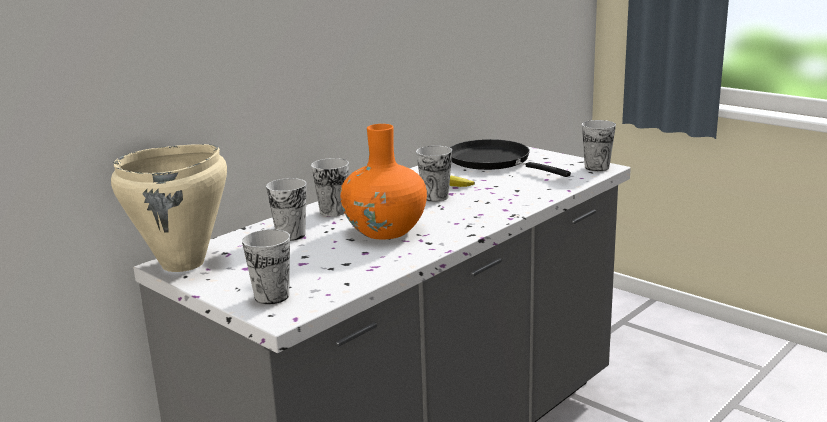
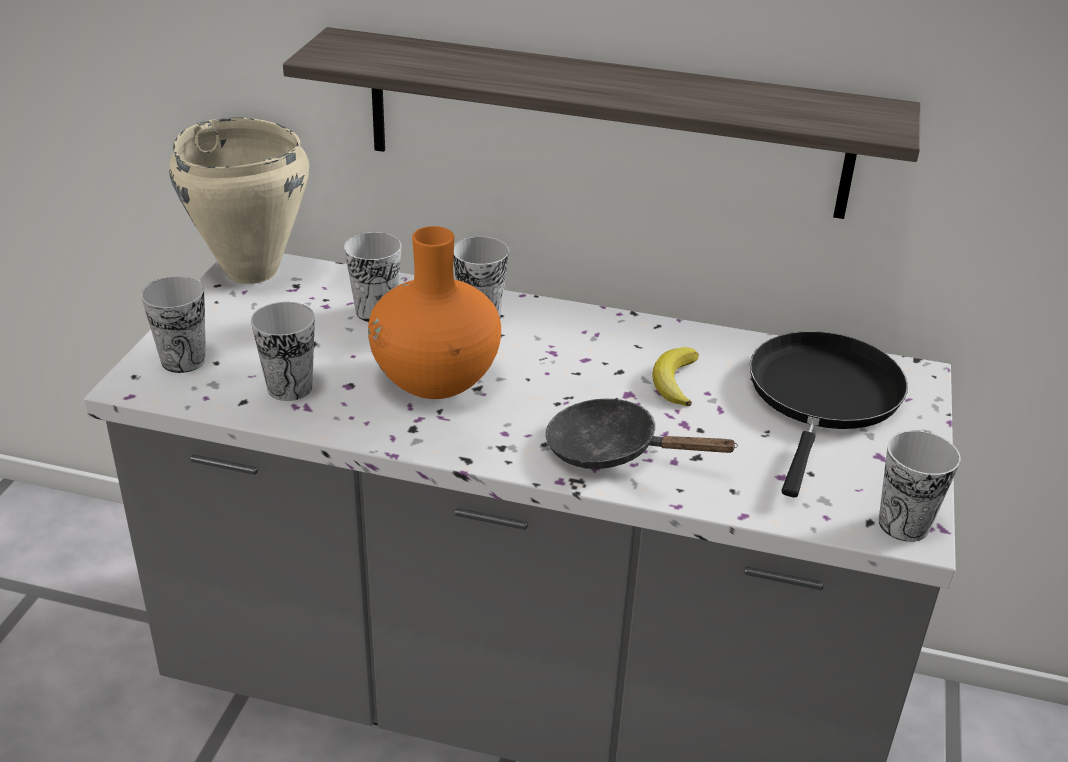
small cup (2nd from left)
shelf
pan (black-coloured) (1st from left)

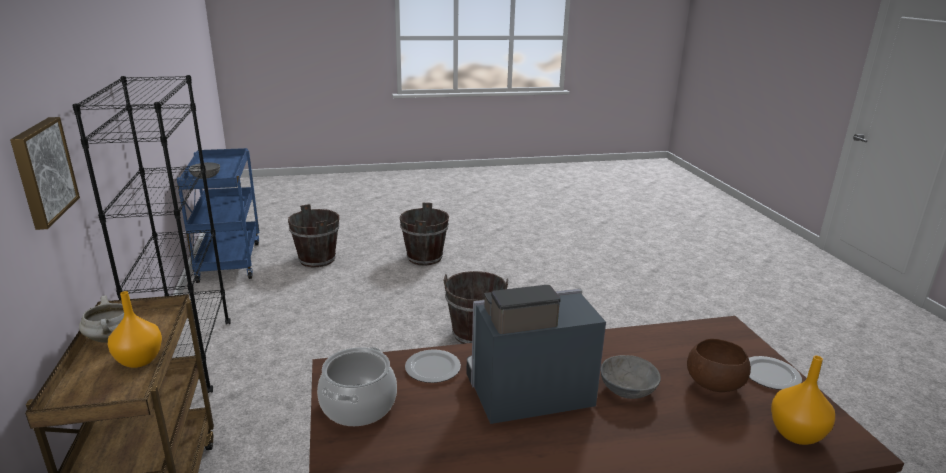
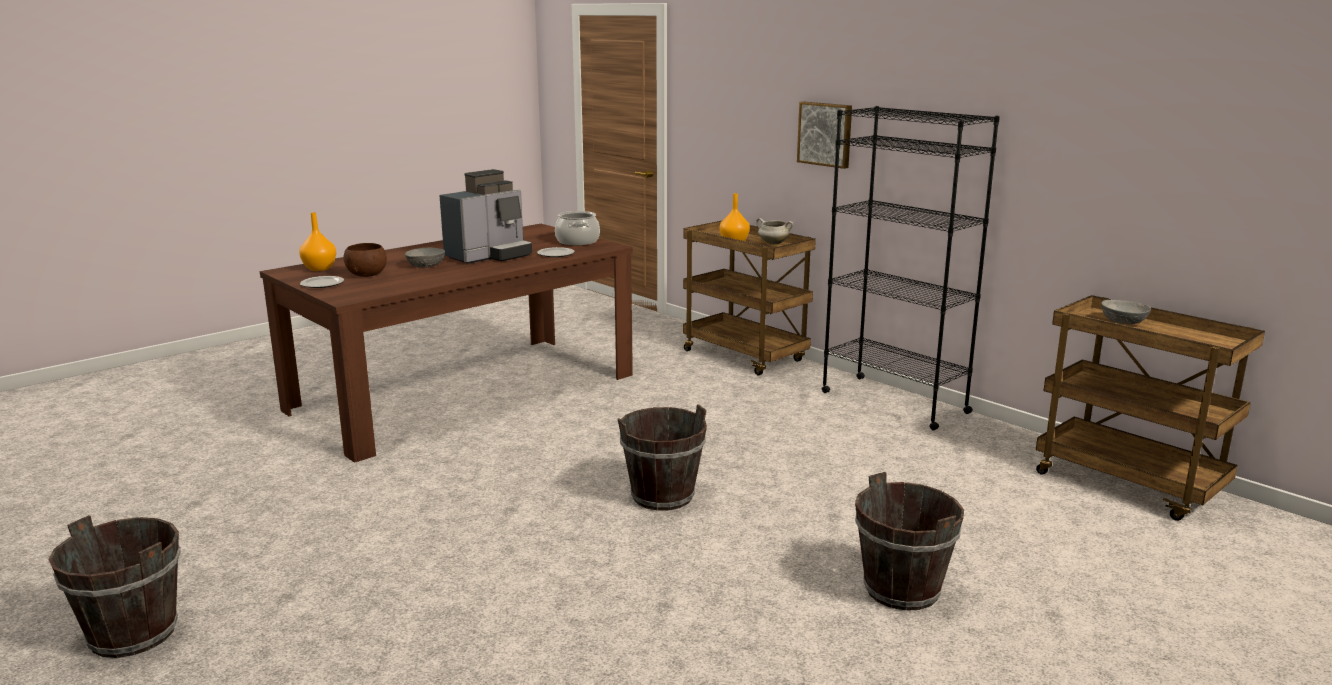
trolley (brown-coloured) (2nd from left)
bucket (brown-coloured) (1st from left)

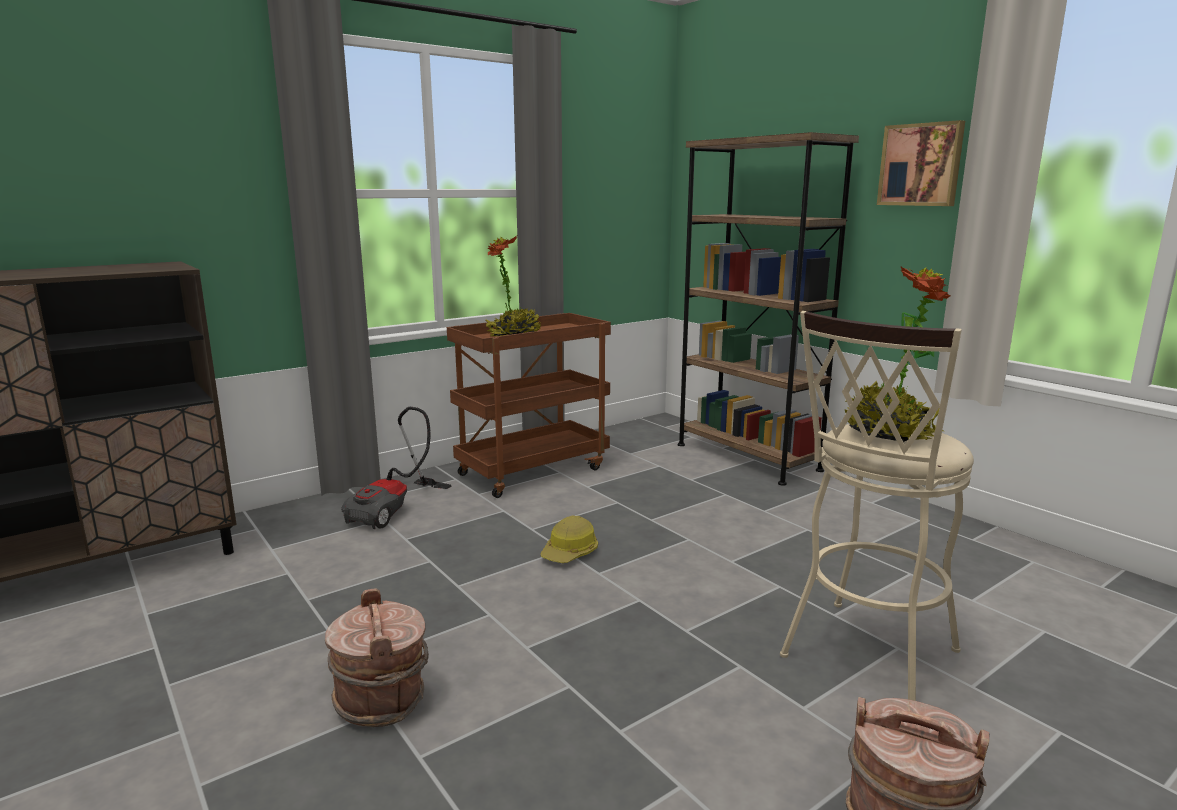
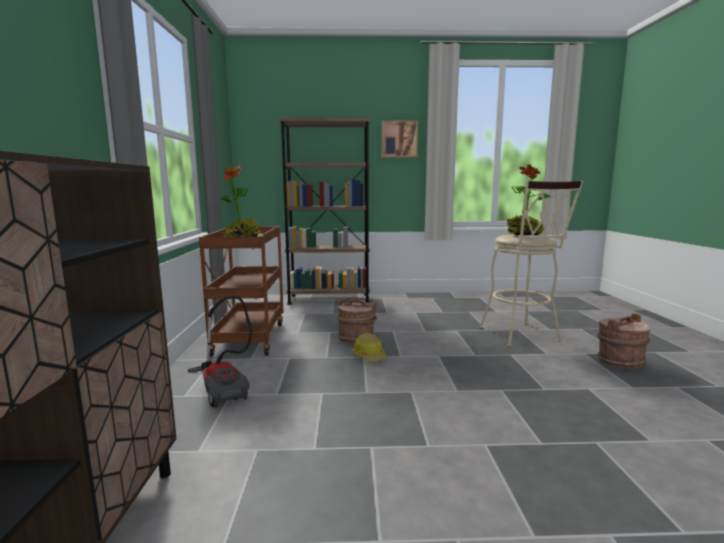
bucket (brown-coloured) (1st from left)

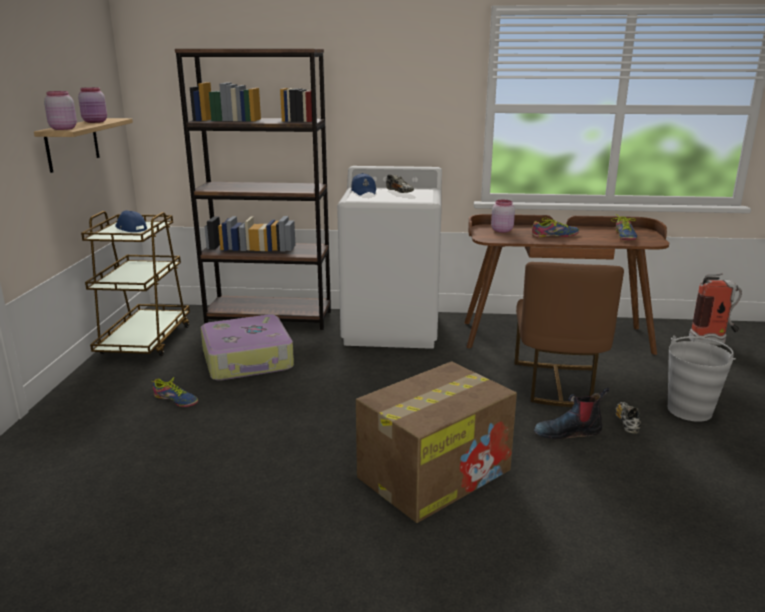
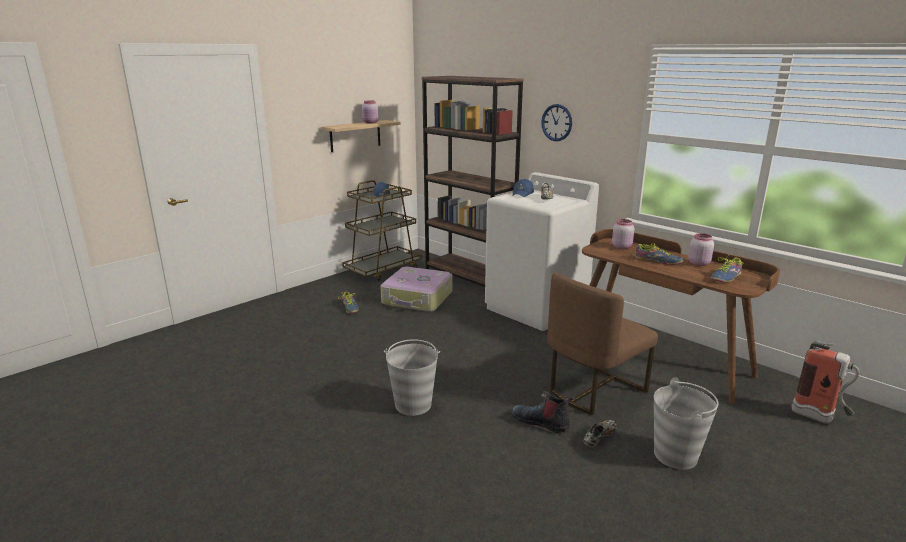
preserve jar (pinkish) (3rd from left)
bucket (gray) (1st from left)
wall clock

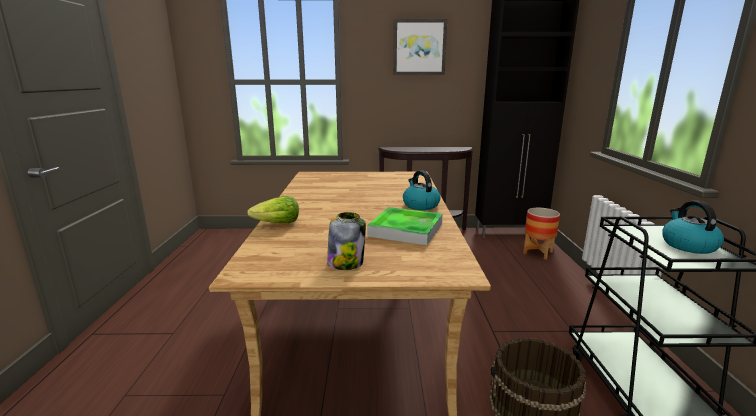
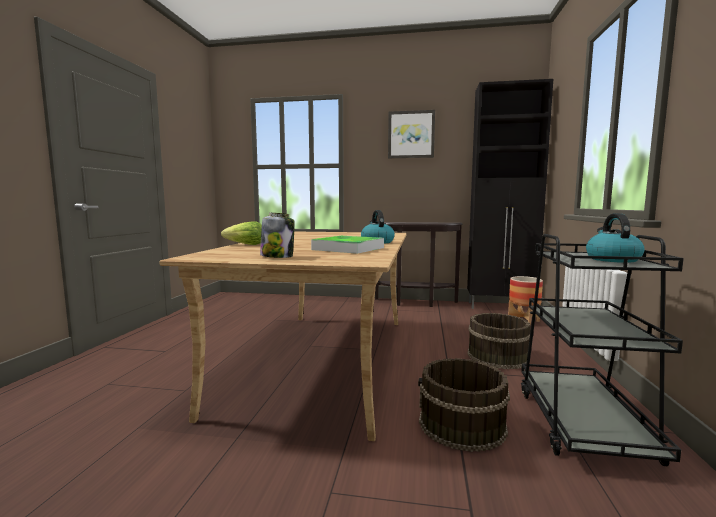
bucket (brown-coloured) (2nd from left)

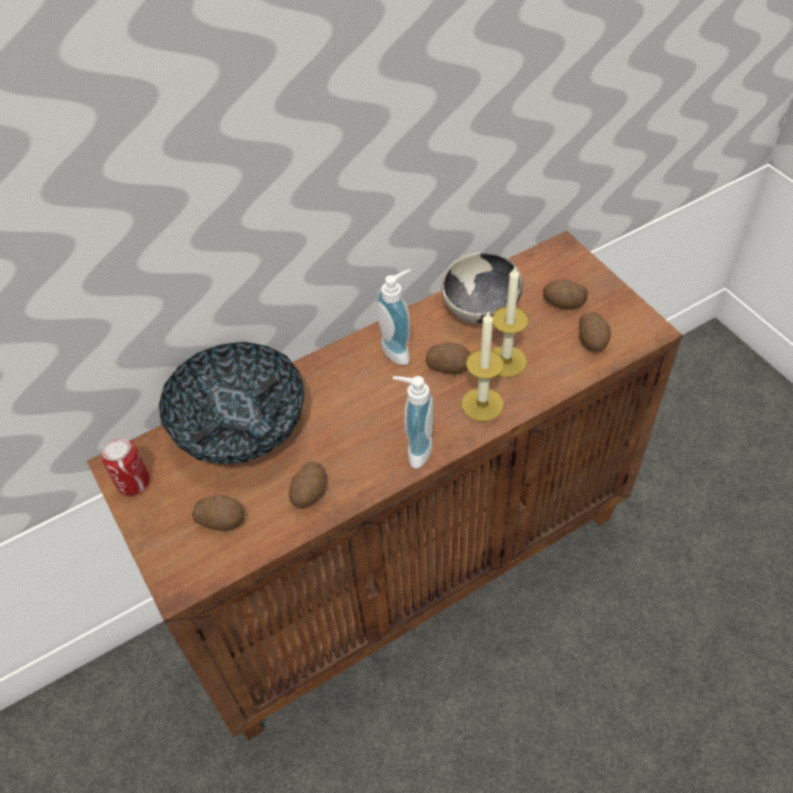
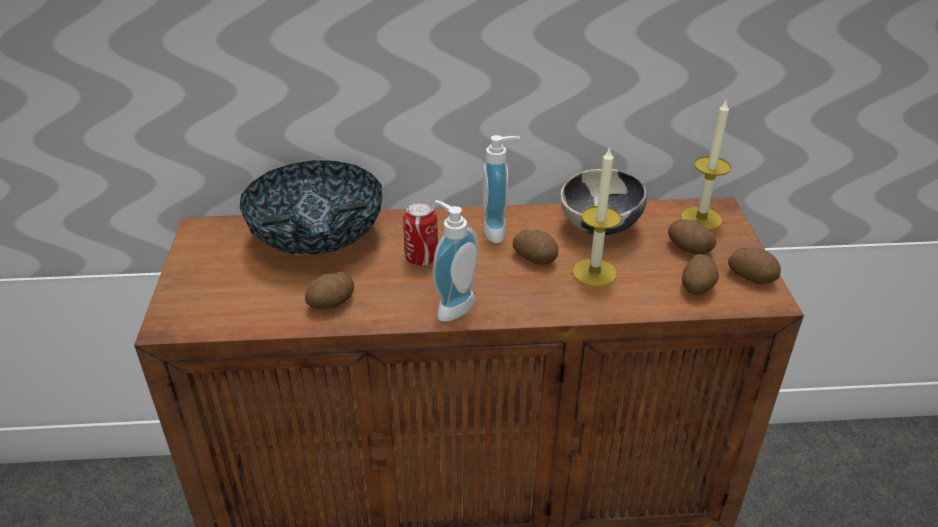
sealed can
potato (5th from left)
wax light (2nd from left)

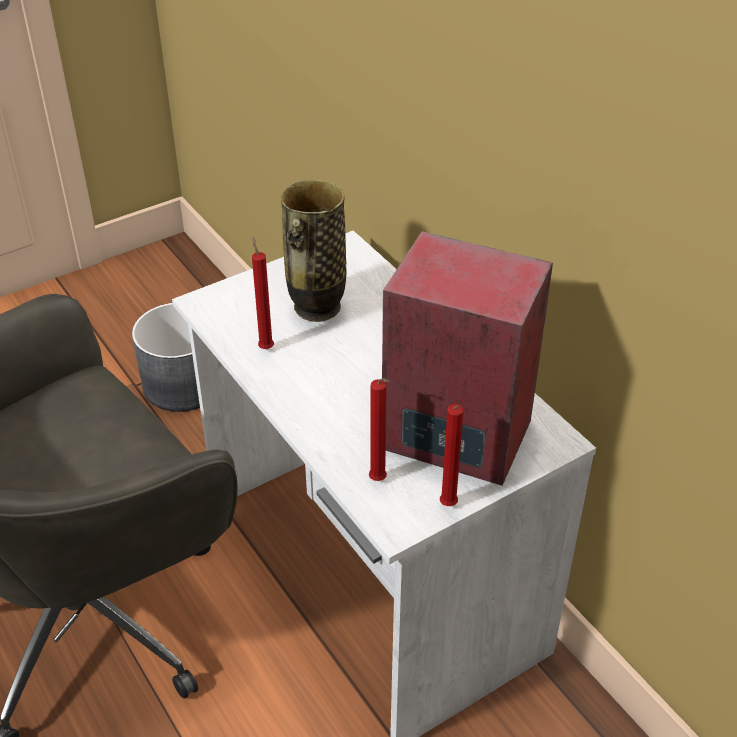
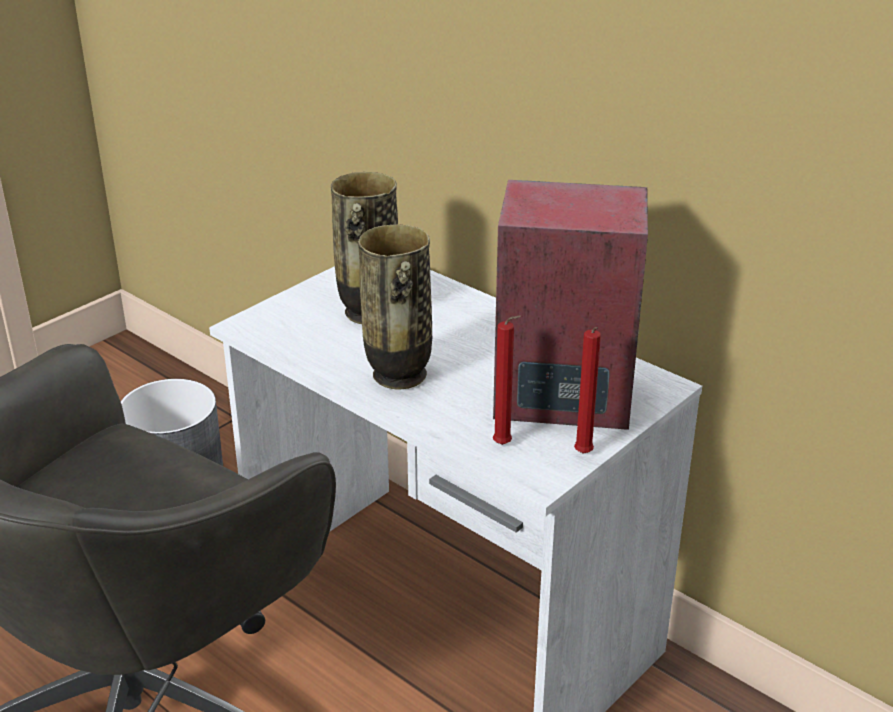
wax light (red) (1st from left in the first image)
flower vase (2nd from left)

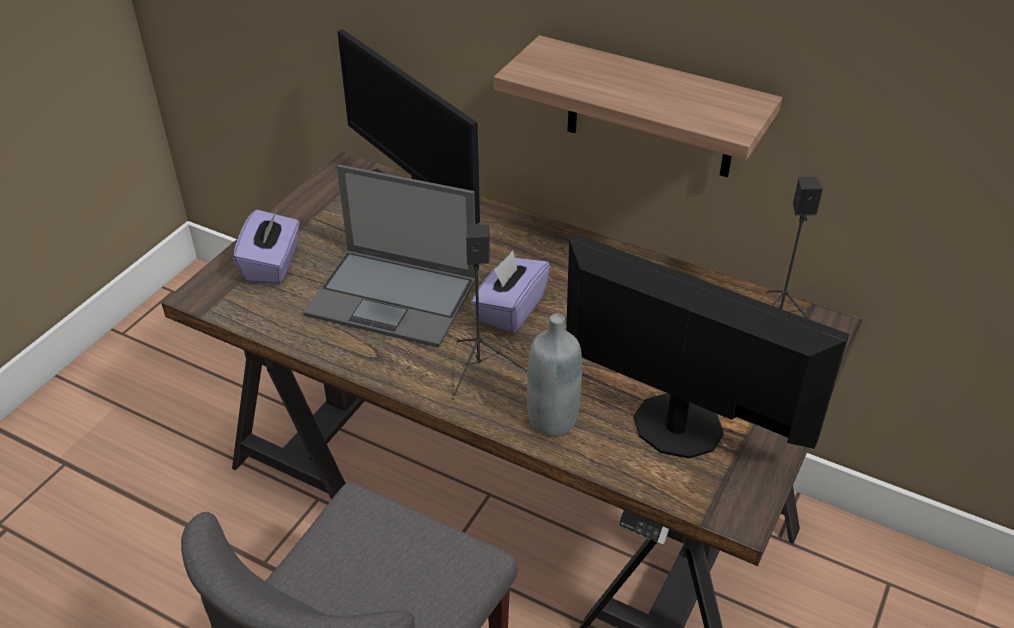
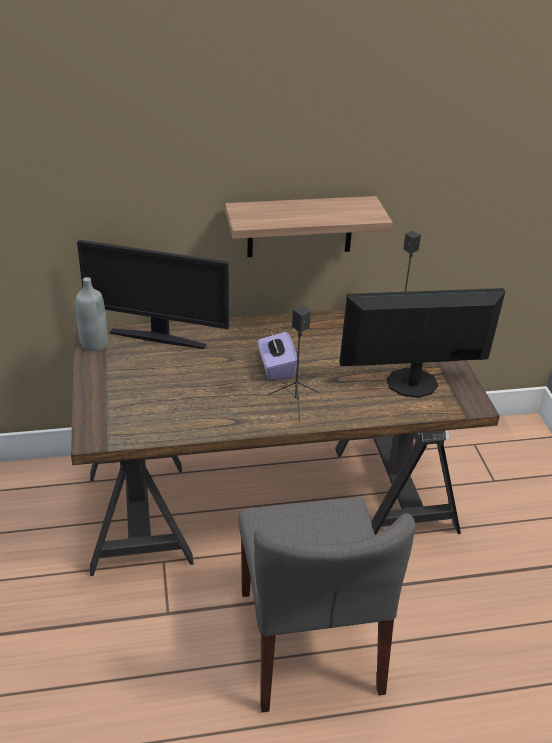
box of tissues (purple-coloured) (1st from left in the first image)
laptop
bottle (gray)

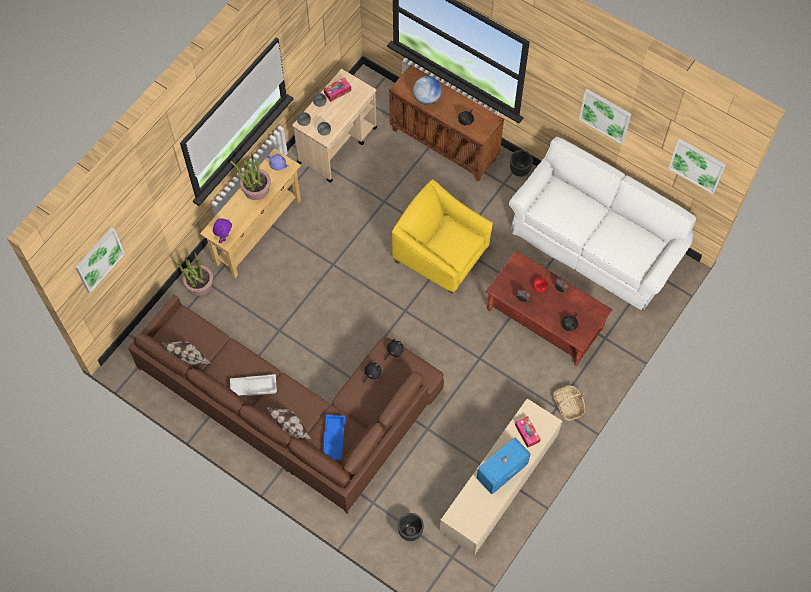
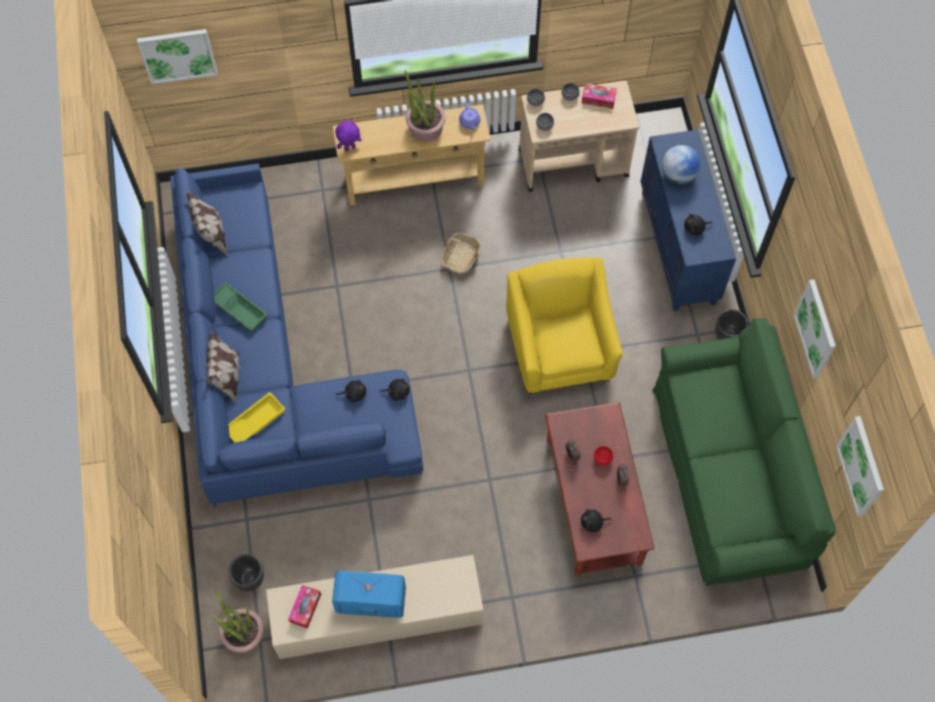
couch (blue)
plant in a pot (1st from left)
serving tray (greenish)
serving tray (yellowish)
storage cabinet (blue)
couch (greenish)
box of tissues (1st from left)
basket

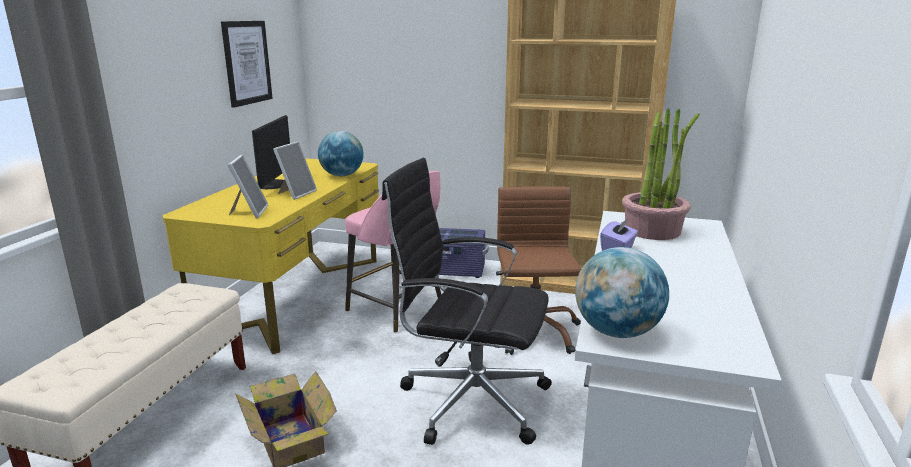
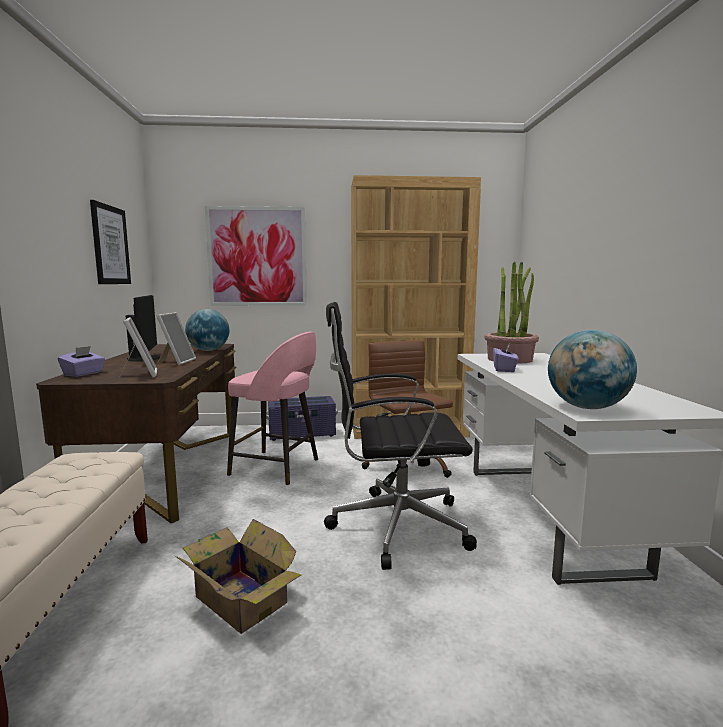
desk unit (brown-coloured)
box of tissues (purple-coloured) (1st from left)
wall picture (2nd from left)

